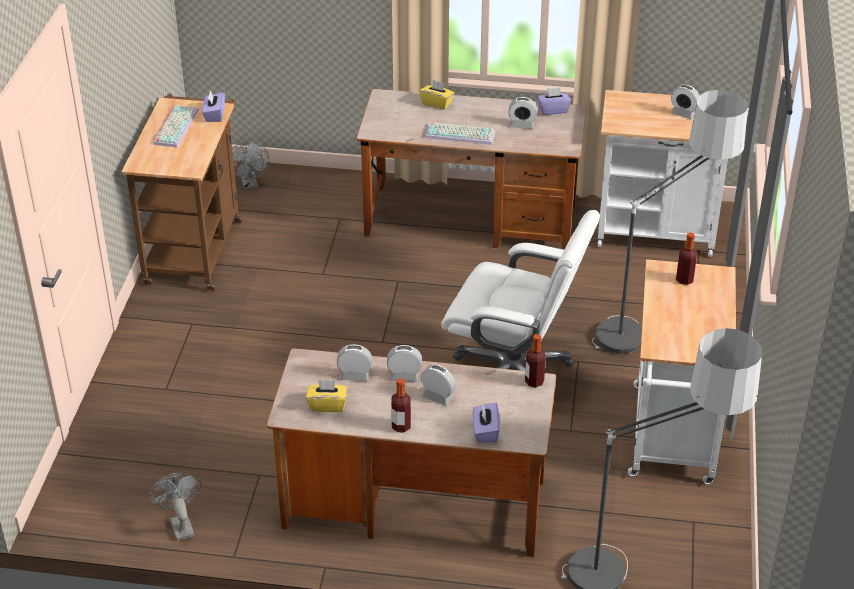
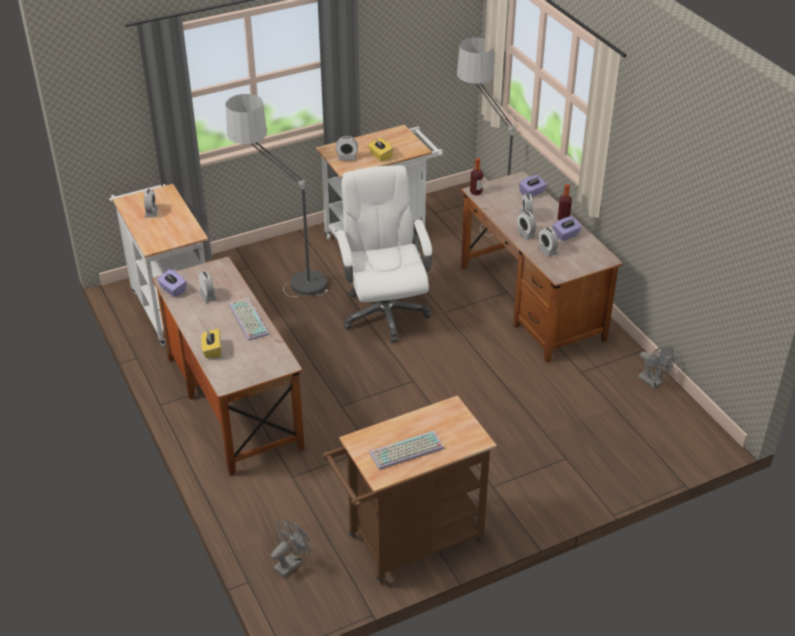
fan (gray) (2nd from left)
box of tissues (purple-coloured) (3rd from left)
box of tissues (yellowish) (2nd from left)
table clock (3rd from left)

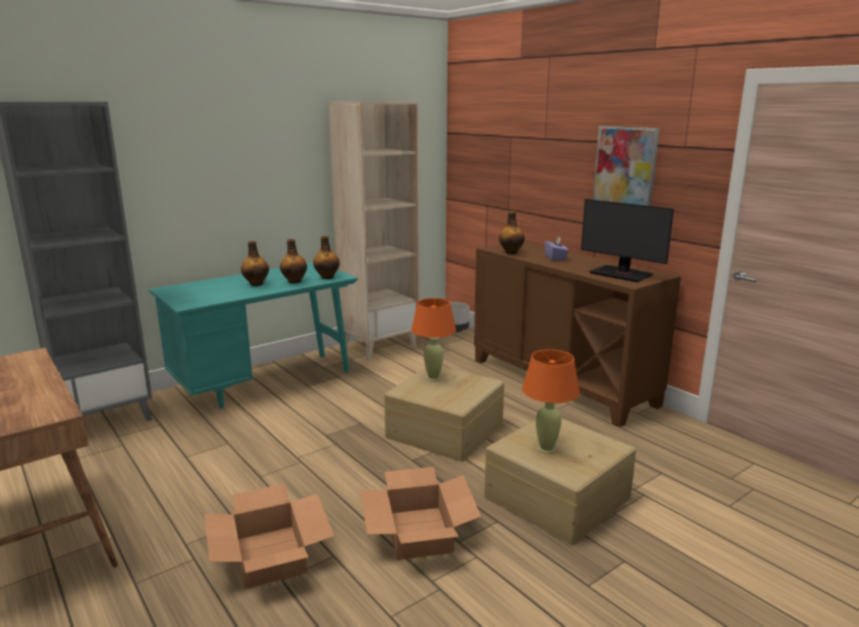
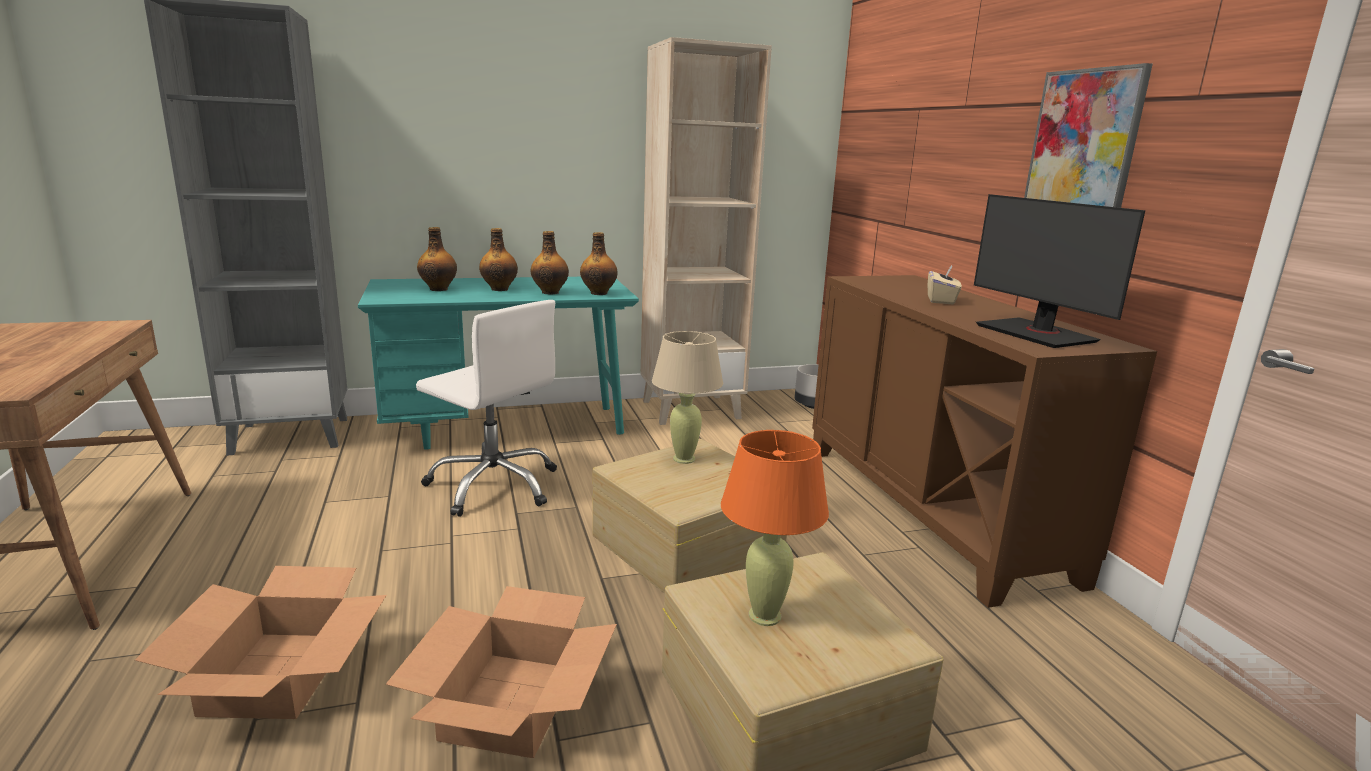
tabletop lamp (sand-coloured)
bottle (1st from left)
box of tissues (sand-coloured)
computer chair (white-coloured)

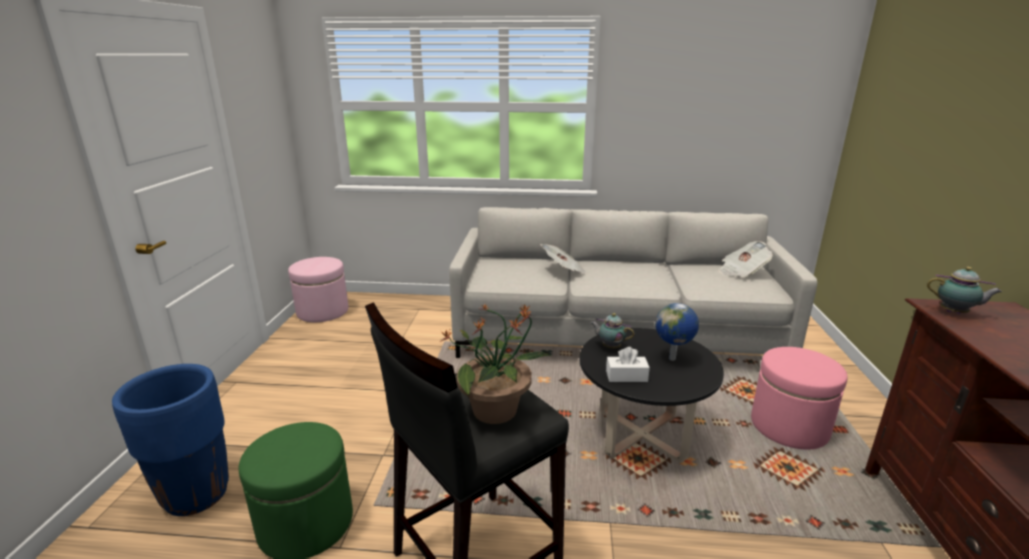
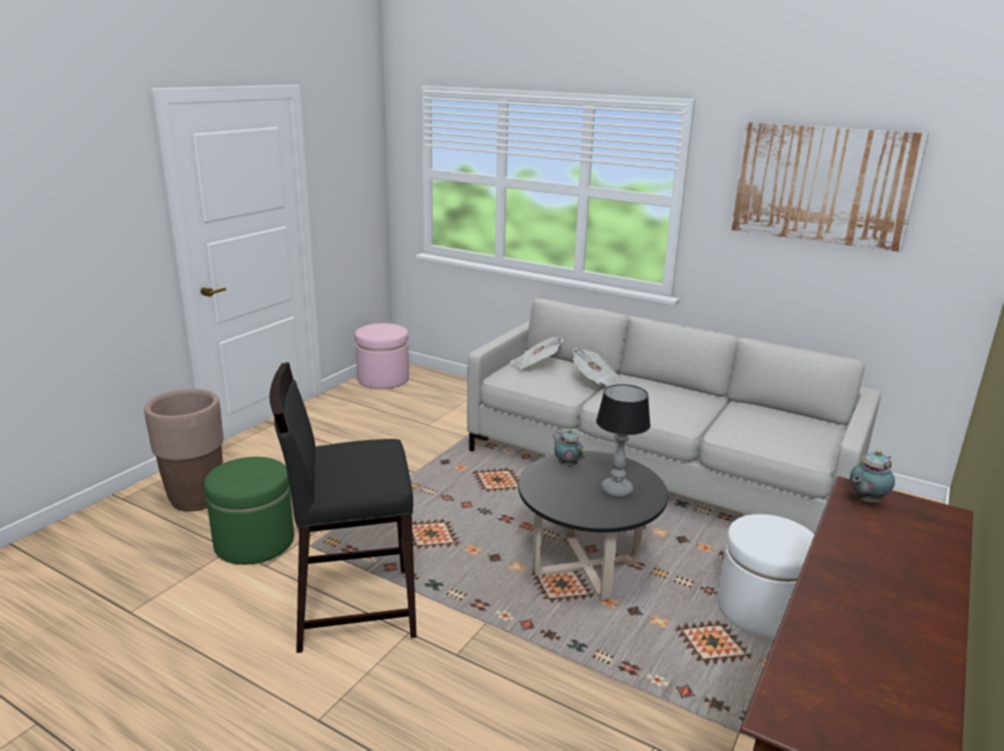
flower pot (brown-coloured)
plant in a pot
box of tissues (white-coloured)
tabletop lamp
newspaper (1st from left)
footrest (white-coloured)
teapot (2nd from left)
wall picture

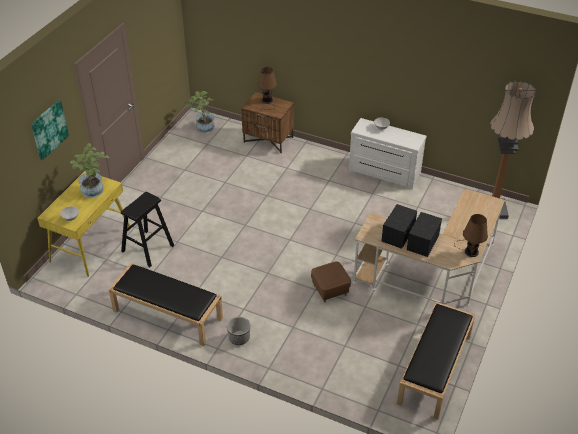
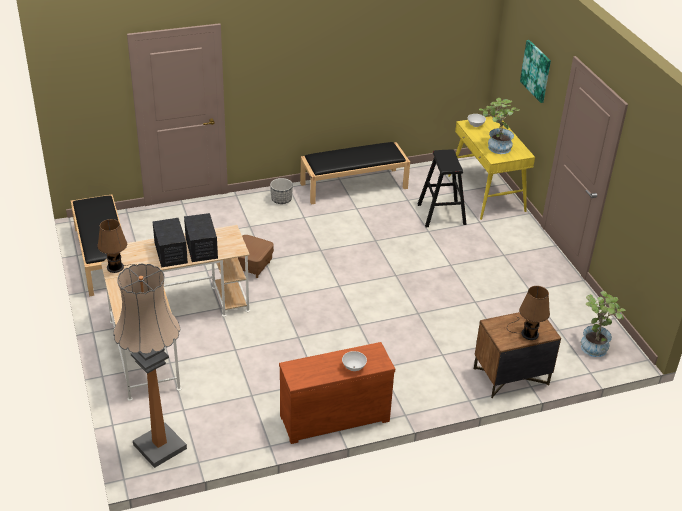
drawer chest (brown-coloured)

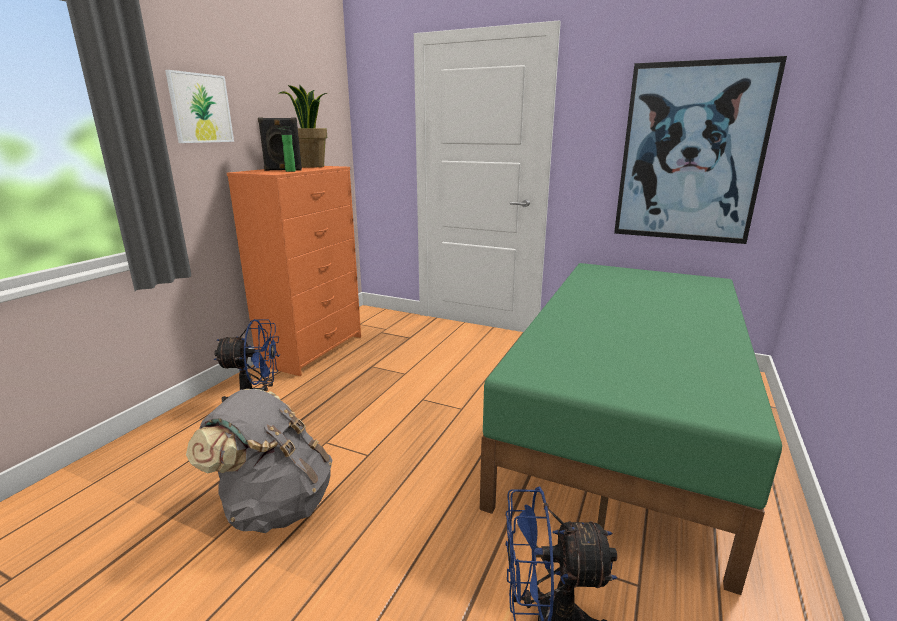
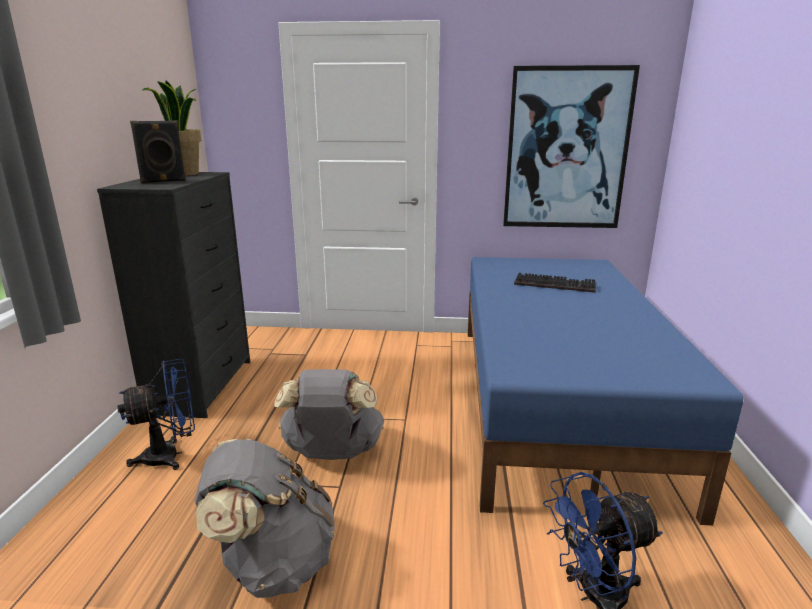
wall picture (1st from left in the first image)
drawer chest (black-coloured)
bottle
bedroom bed (blue)
backpack (gray) (2nd from left)
PC keyboard

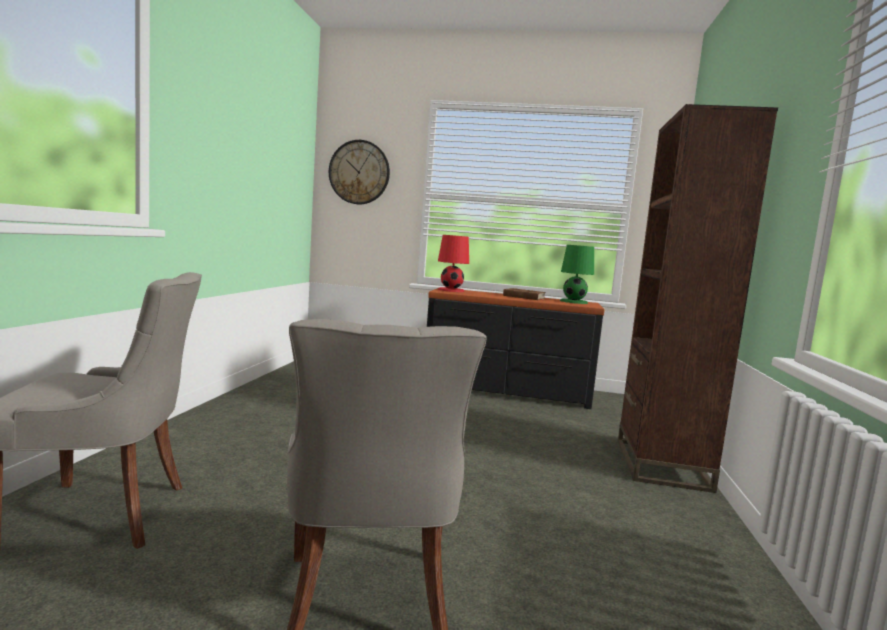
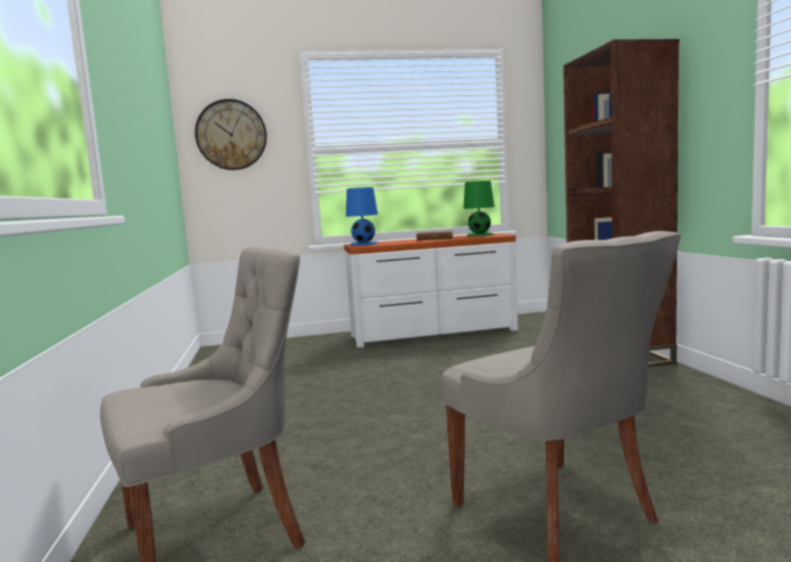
drawer chest (white-coloured)
tabletop lamp (blue)

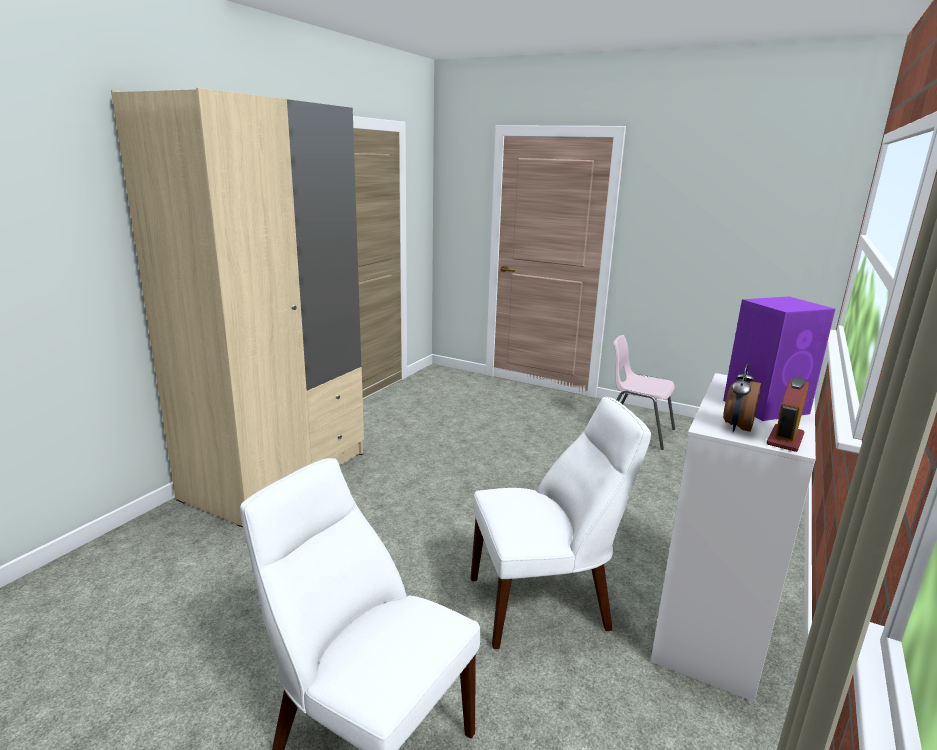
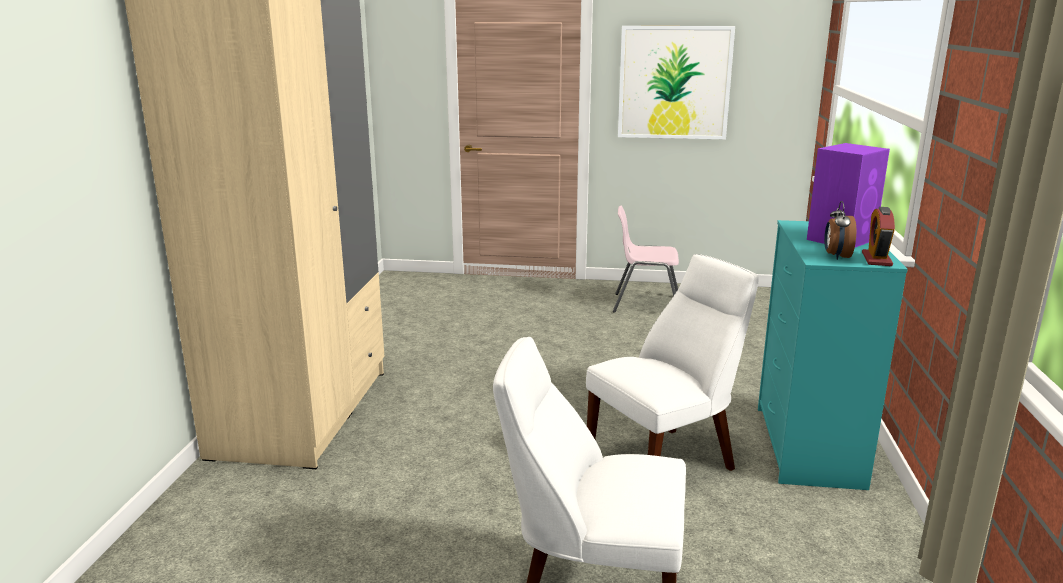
drawer chest (turquoise-coloured)
wall picture

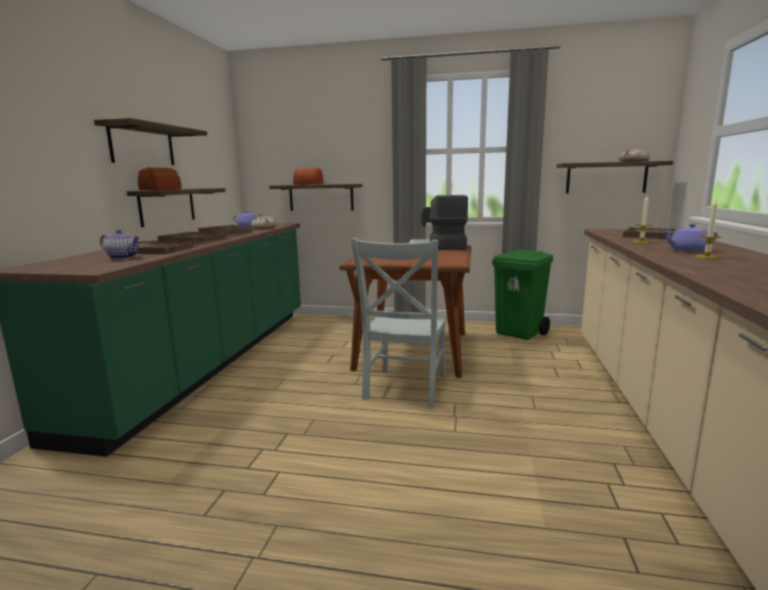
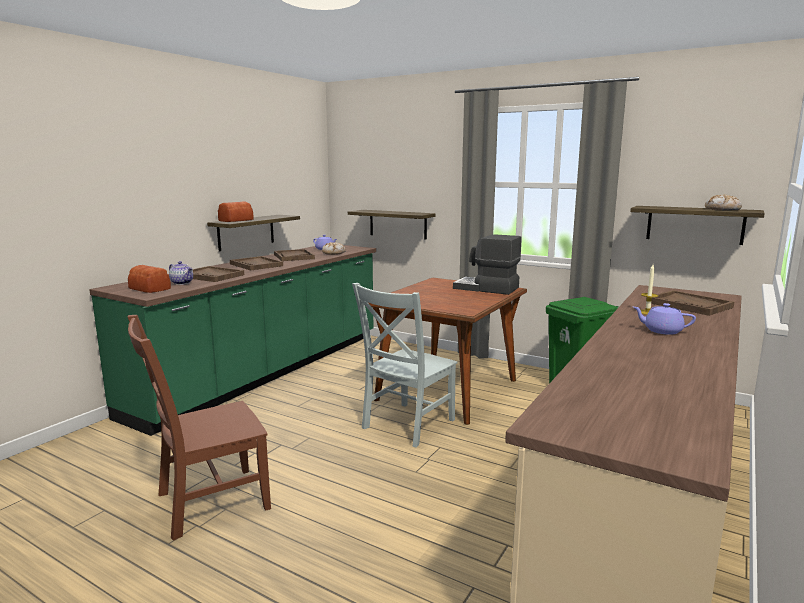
shelf (1st from left in the first image)
bakery bread (1st from left)
wax light (2nd from left in the first image)
plain chair (brown-coloured)

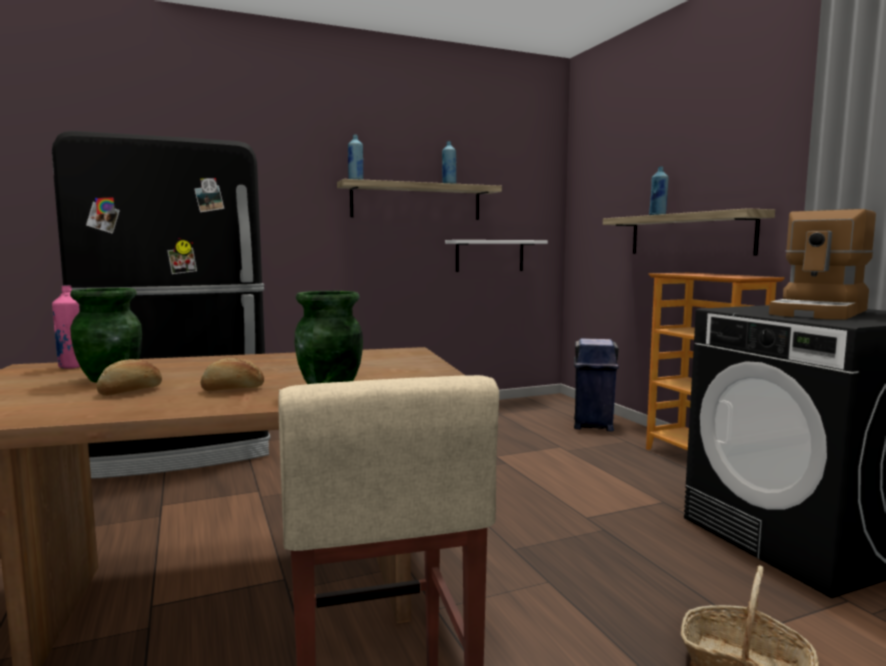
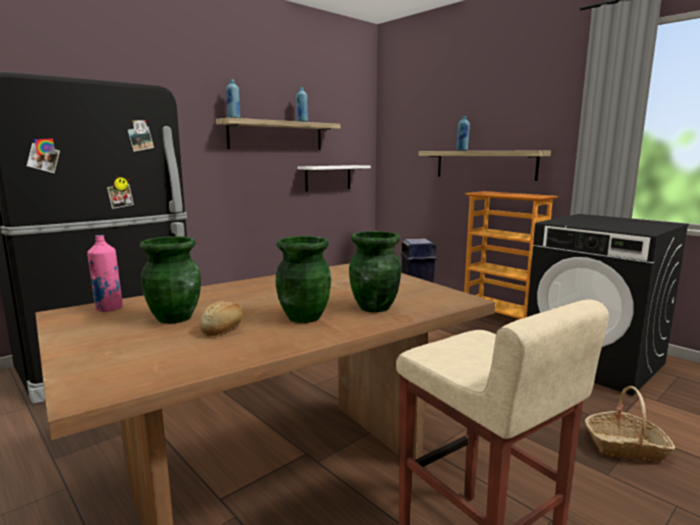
flower vase (greenish) (2nd from left)
coffee machine

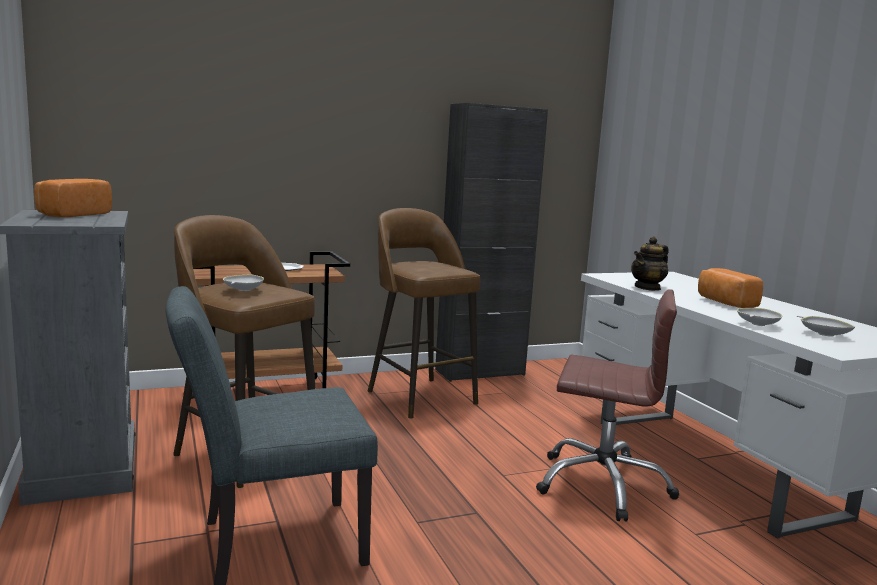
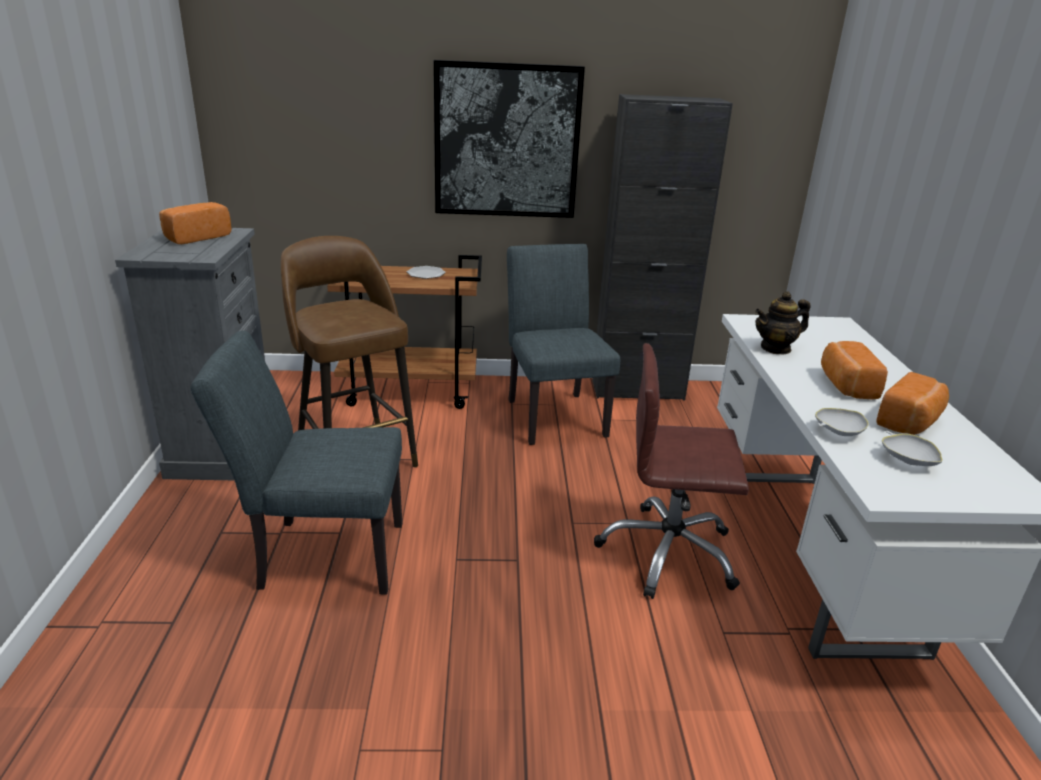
serving bowl (white-coloured) (1st from left in the first image)
plain chair (gray) (2nd from left)
computer chair (brown-coloured)
wall picture
bakery bread (3rd from left)

